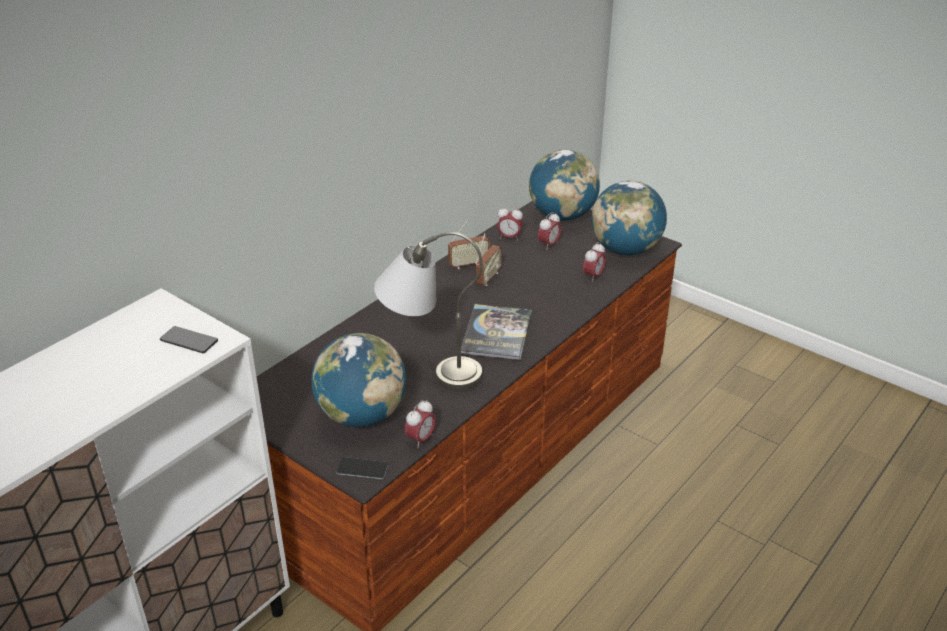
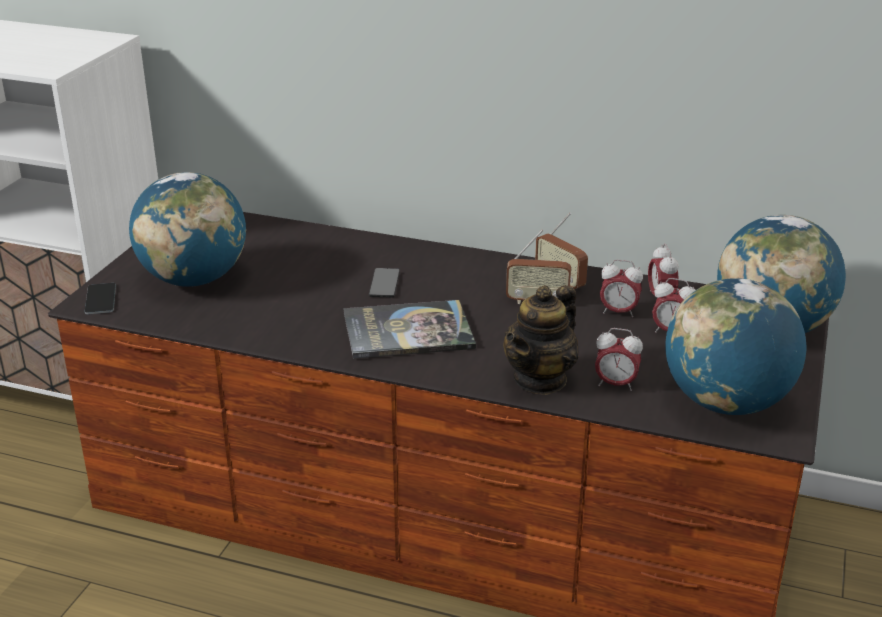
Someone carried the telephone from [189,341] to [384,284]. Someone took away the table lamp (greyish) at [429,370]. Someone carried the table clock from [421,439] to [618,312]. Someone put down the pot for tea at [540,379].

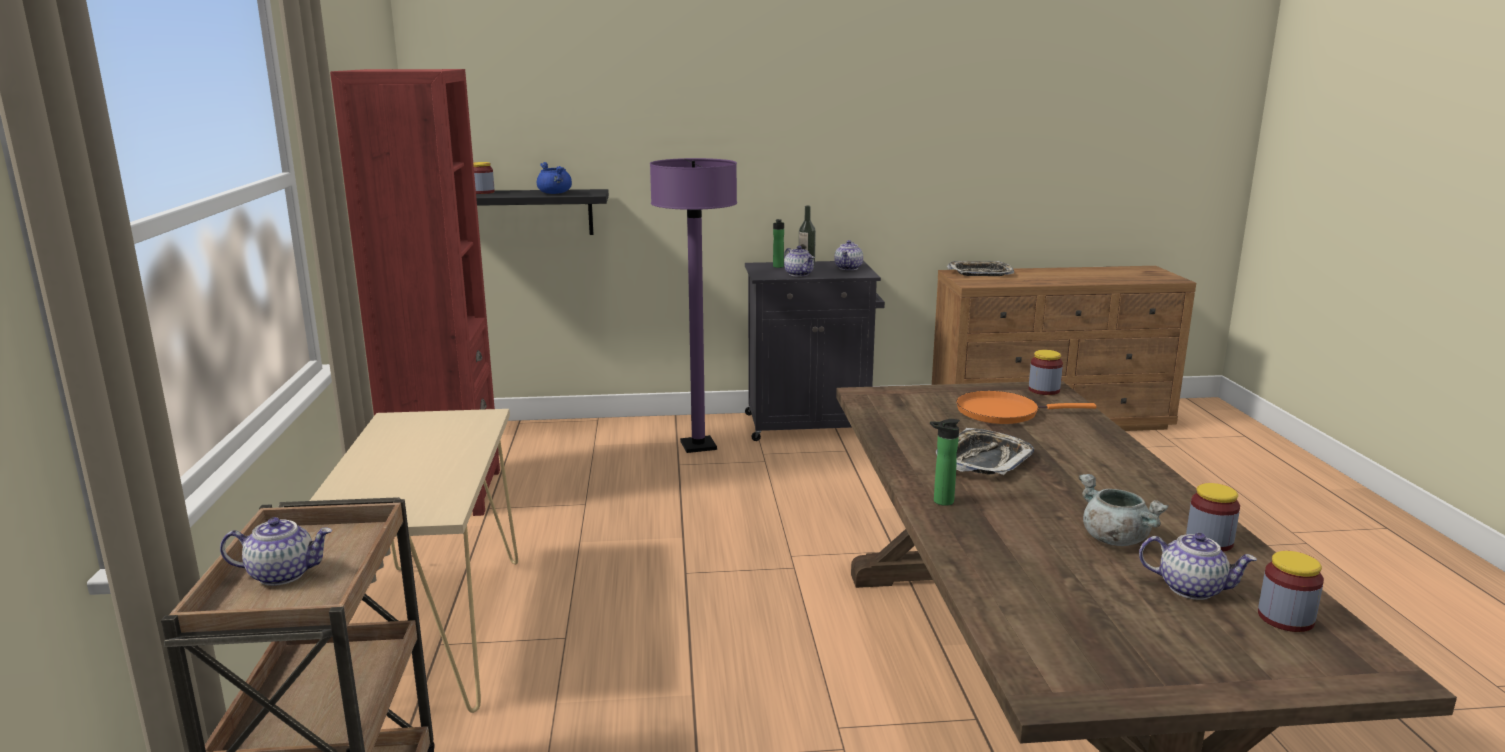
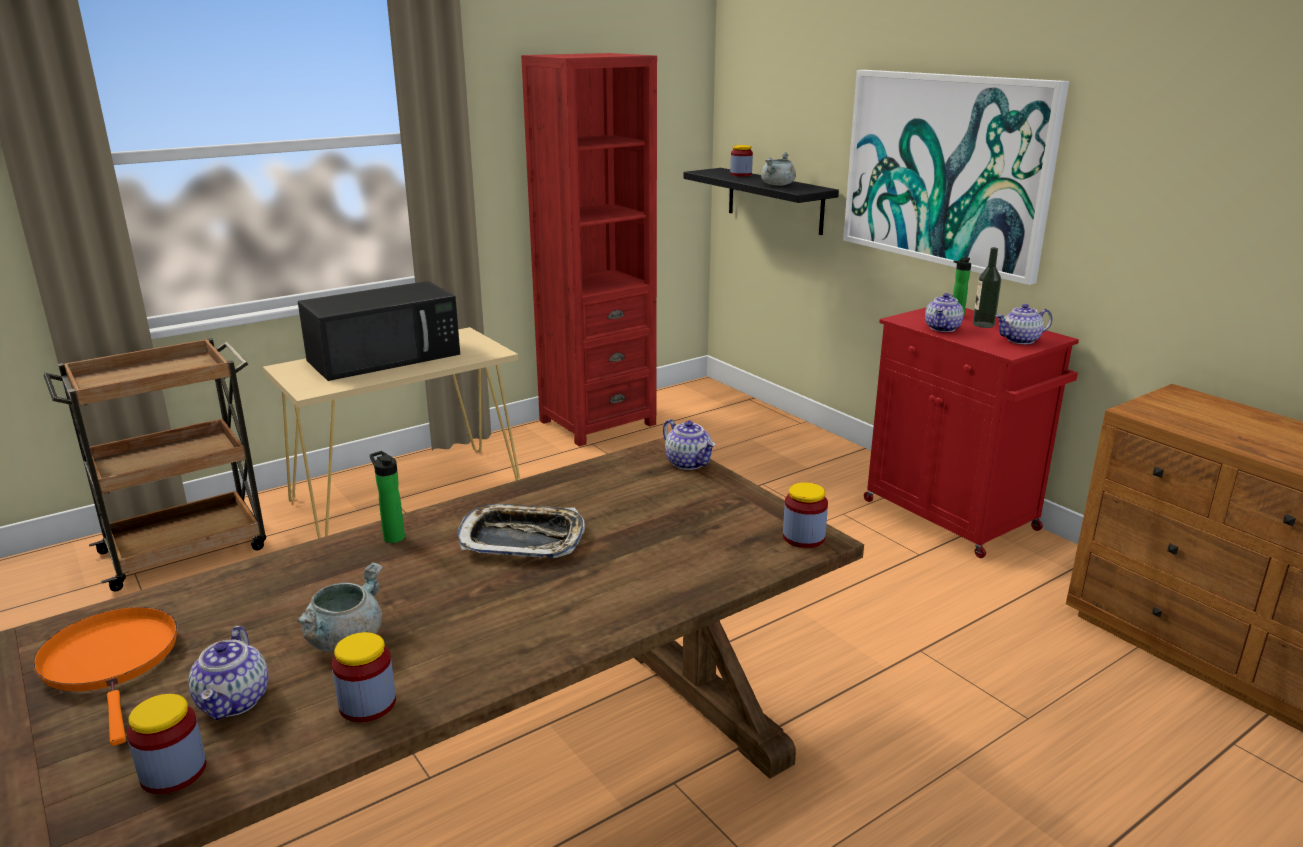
Someone carried the pot for tea from [283,574] to [689,463]. Someone repainted the cooking pot (blue) at [555,193], which became the cooking pot (greyish) at [777,185]. Someone took away the standing lamp (purplish) at [698,446]. Someone repainted the cupboard (black-coloured) at [810,425], which became the cupboard (reddish) at [953,516]. Someone took away the serving tray at [980,273]. Someone carried the skillet (orangey) from [1002,412] to [112,662]. Someone put down the kitchen microwave (black-coloured) at [386,357]. Someone put up the picture at [945,170].

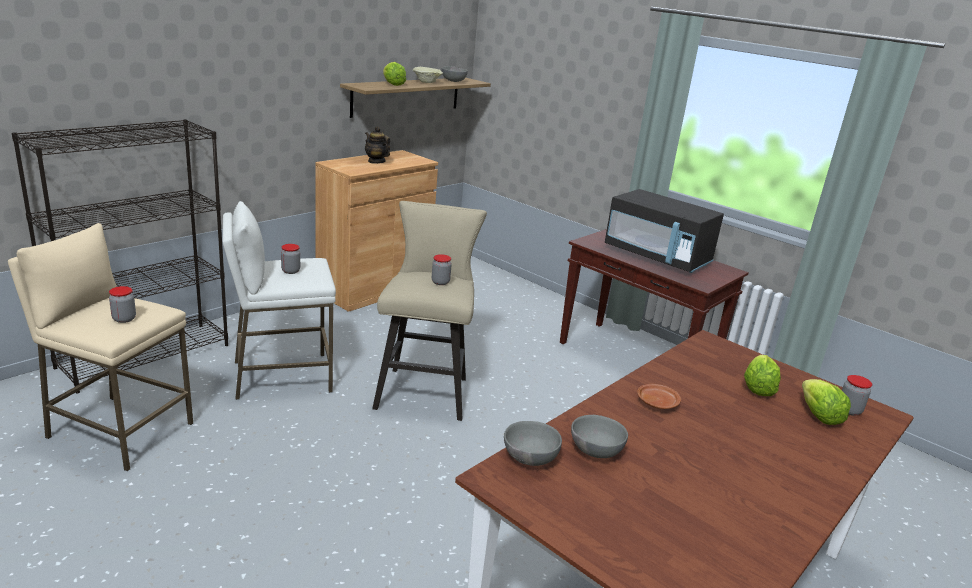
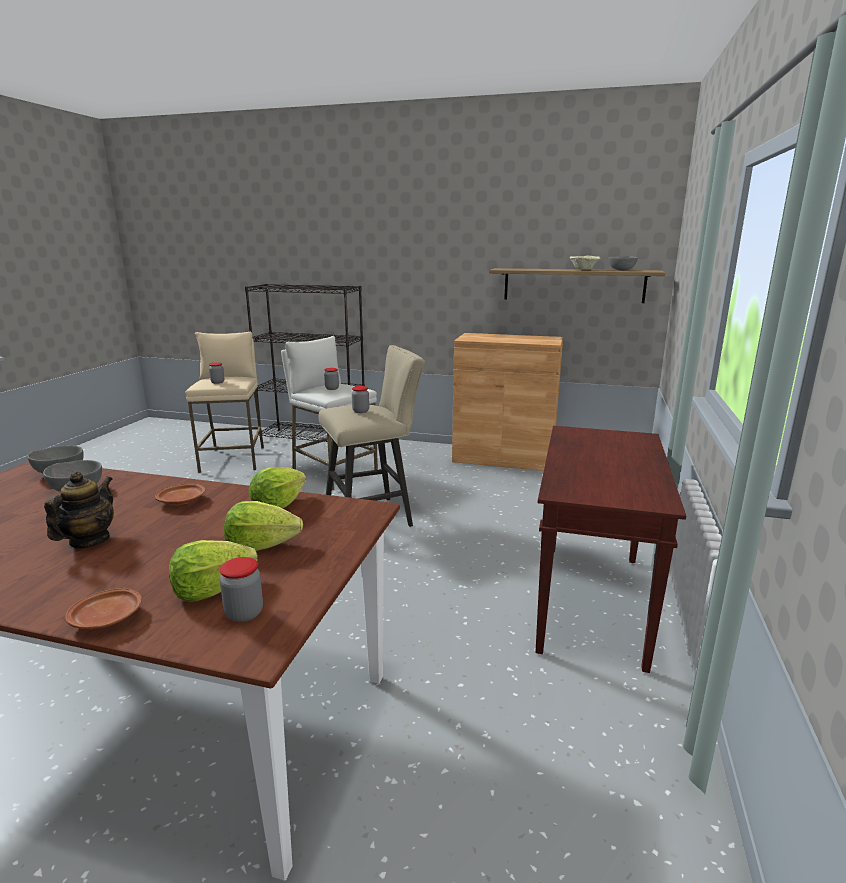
Someone carried the pot for tea from [376,161] to [88,541]. Someone carried the lettuce from [392,84] to [278,505]. Someone took away the kitchen microwave (black-coloured) at [657,257]. Someone put down the flat dish (brown-coloured) at [108,618].

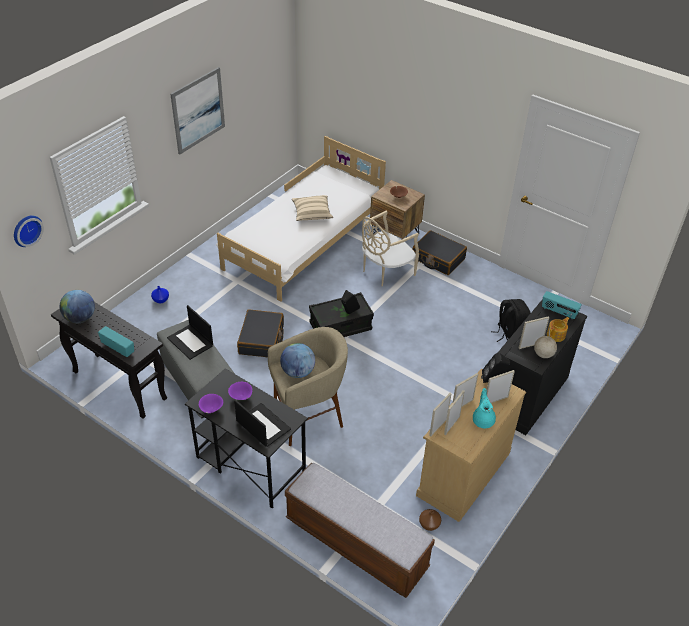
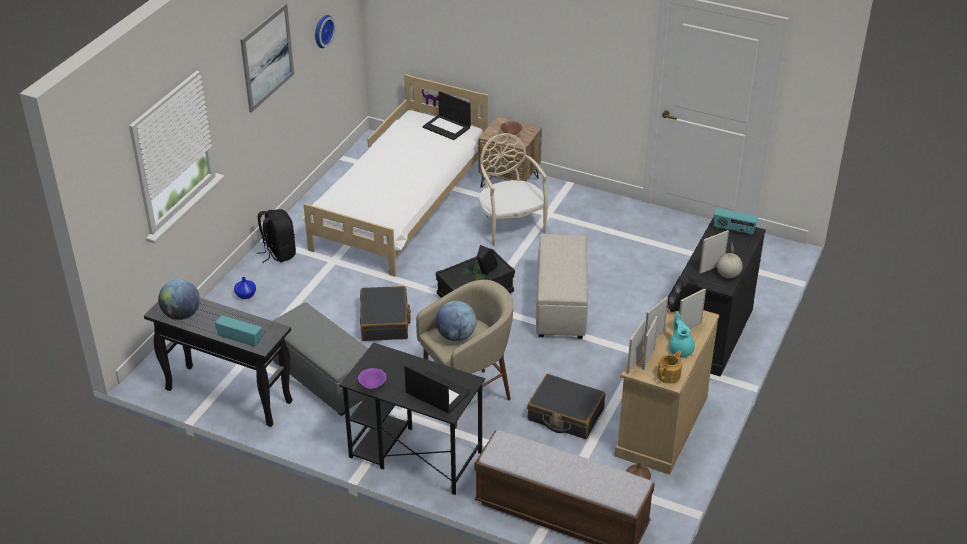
Someone carried the wall clock from [26,230] to [322,30]. Someone carried the notebook computer from [191,342] to [447,127]. Someone took away the serving bowl (purplish) at [241,397]. Someone took away the cushion (beige) at [312,214]. Someone rotated the plain chair (beige) at [385,271] by 120 degrees clockwise. Someone carried the travel case (black-coloured) from [438,258] to [565,414]. Someone carried the rucksack (black-coloured) from [509,334] to [278,253]. Someone carried the pot for tea from [556,335] to [669,375]. Someone put down the footrest (beige) at [561,305].

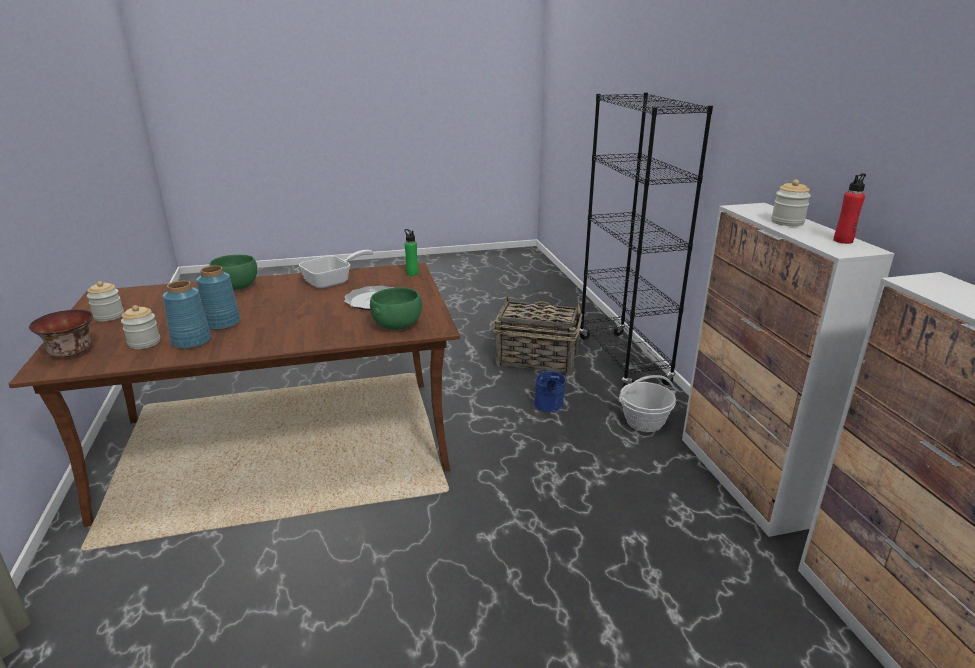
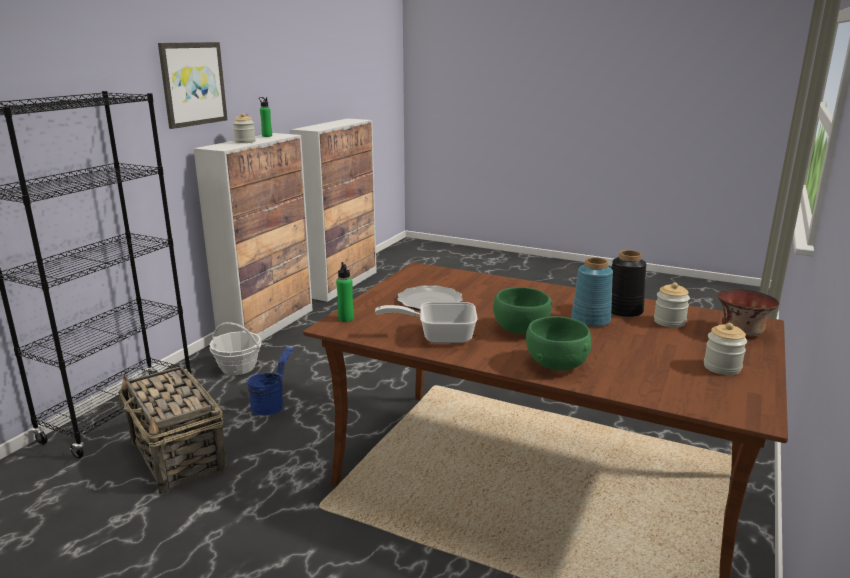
Someone repainted the decorative vase (blue) at [190,341], which became the decorative vase (black-coloured) at [624,311]. Someone carried the serving bowl (green-coloured) from [398,325] to [520,329]. Someone repainted the drink bottle (reddish) at [843,241], which became the drink bottle (green-coloured) at [267,136]. Someone put up the picture at [193,84].

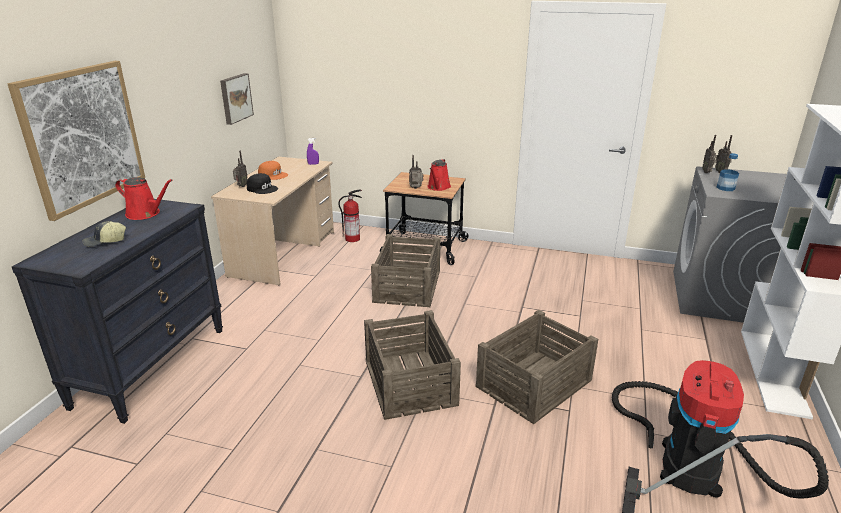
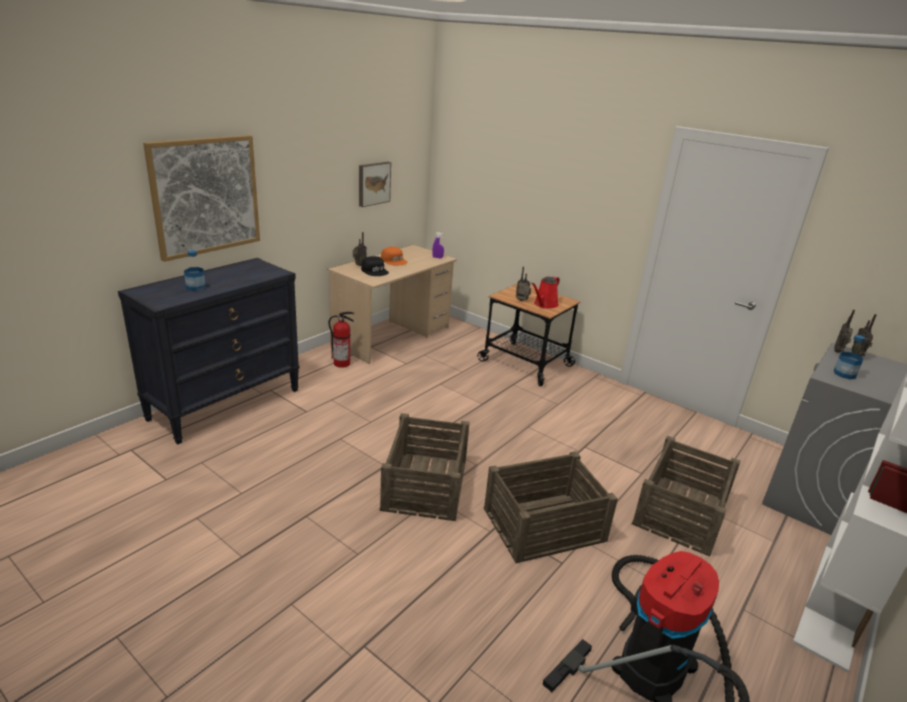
Someone swapped the cap at [105,242] for the drink bottle at [196,287]. Someone took away the watering pot (reddish) at [145,214]. Someone carried the fire-fighting cylinder from [353,239] to [342,363]. Someone carried the crate from [408,286] to [681,512].

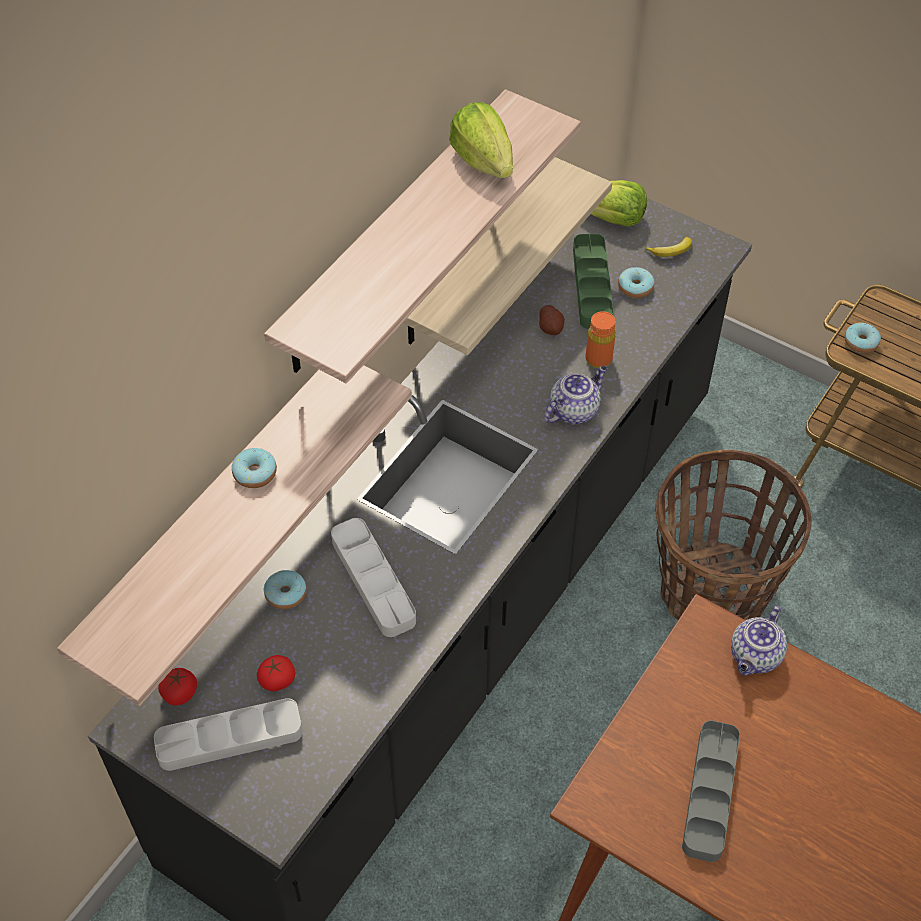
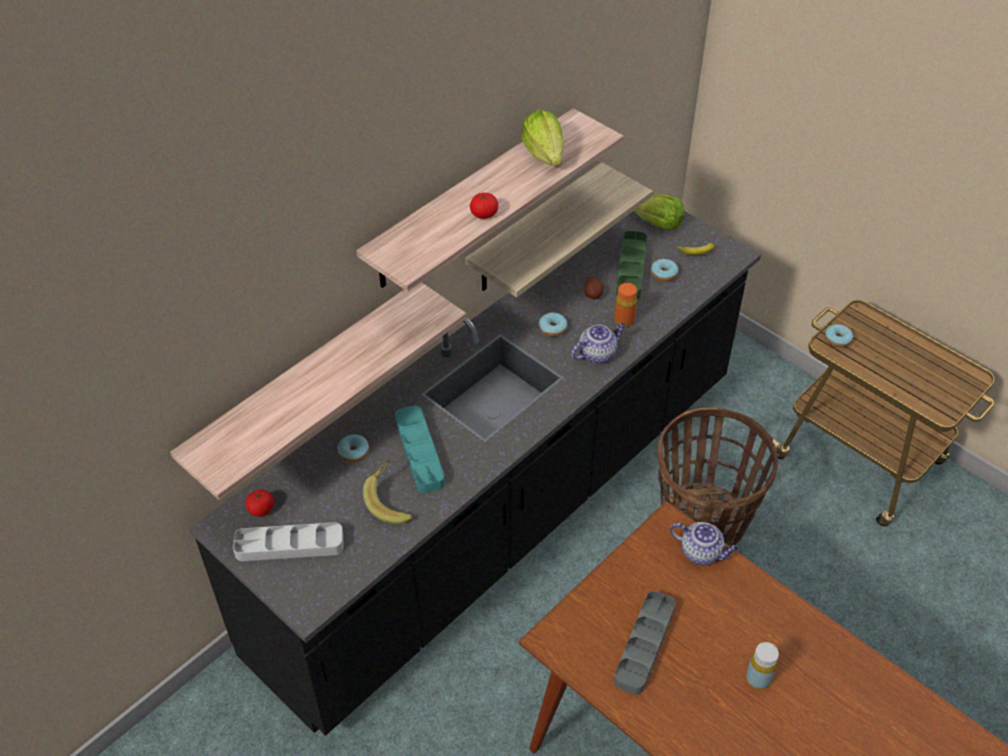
Someone carried the doughnut from [255,473] to [552,328]. Someone carried the fresh tomato from [277,680] to [484,214]. Someone repainted the serving tray (greyish) at [373,581], which became the serving tray (turquoise-coloured) at [419,452]. Someone rotated the pot for tea at [755,657] by 105 degrees counterclockwise. Someone put down the whole banana at [391,501]. Someone put down the drink bottle (yellowish) at [758,678].

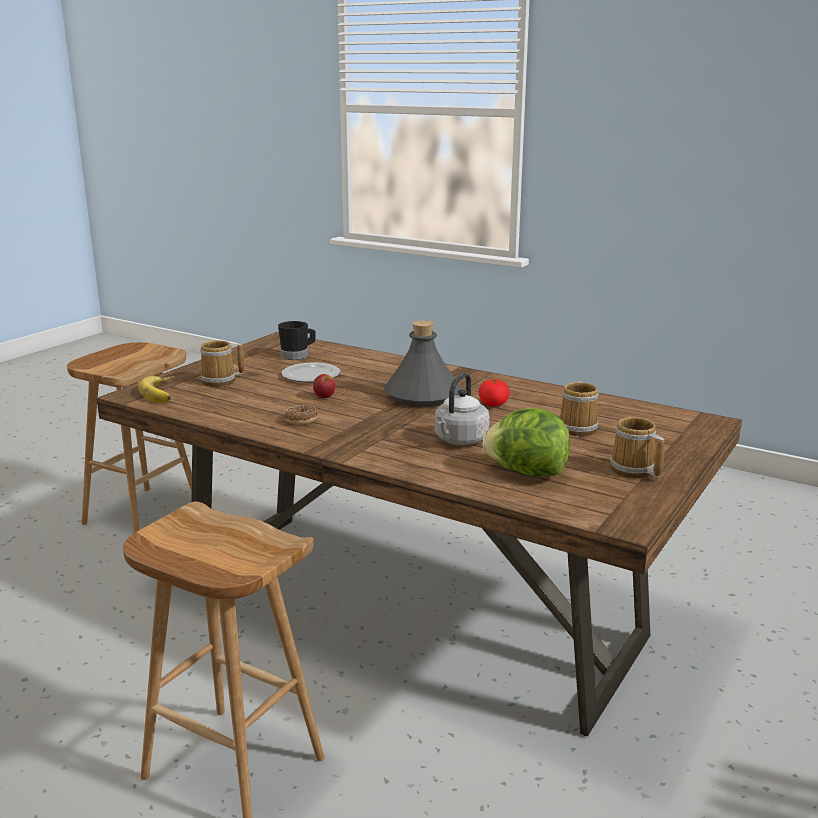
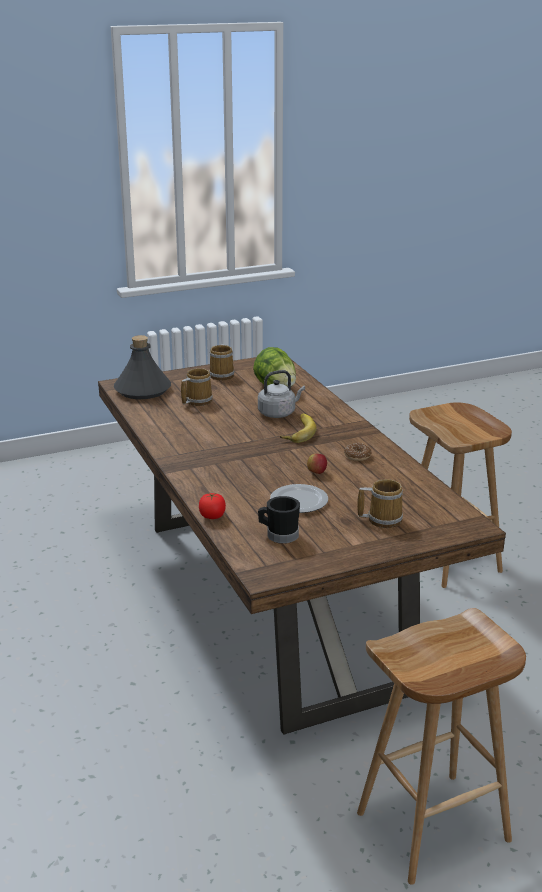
Someone carried the whole banana from [164,393] to [297,432]. Someone carried the drink bottle (greyish) from [422,396] to [143,390]. Someone carried the fresh tomato from [493,404] to [212,516].

